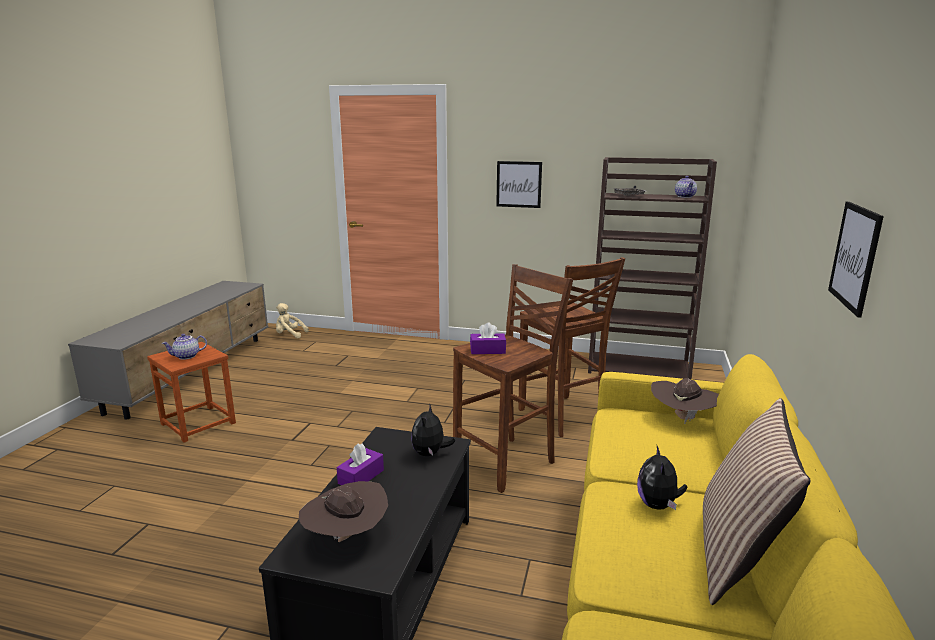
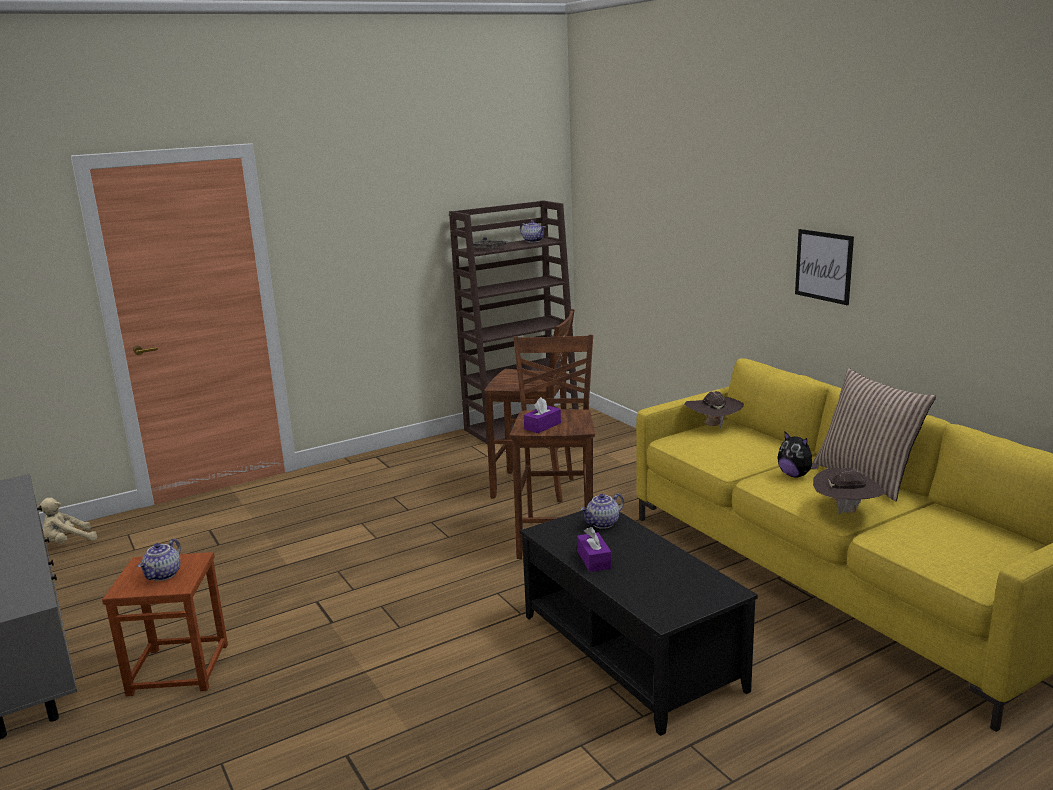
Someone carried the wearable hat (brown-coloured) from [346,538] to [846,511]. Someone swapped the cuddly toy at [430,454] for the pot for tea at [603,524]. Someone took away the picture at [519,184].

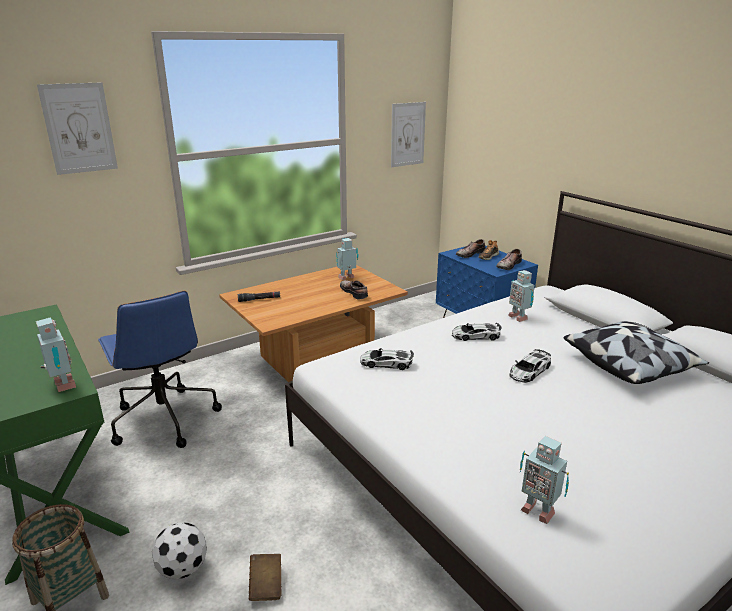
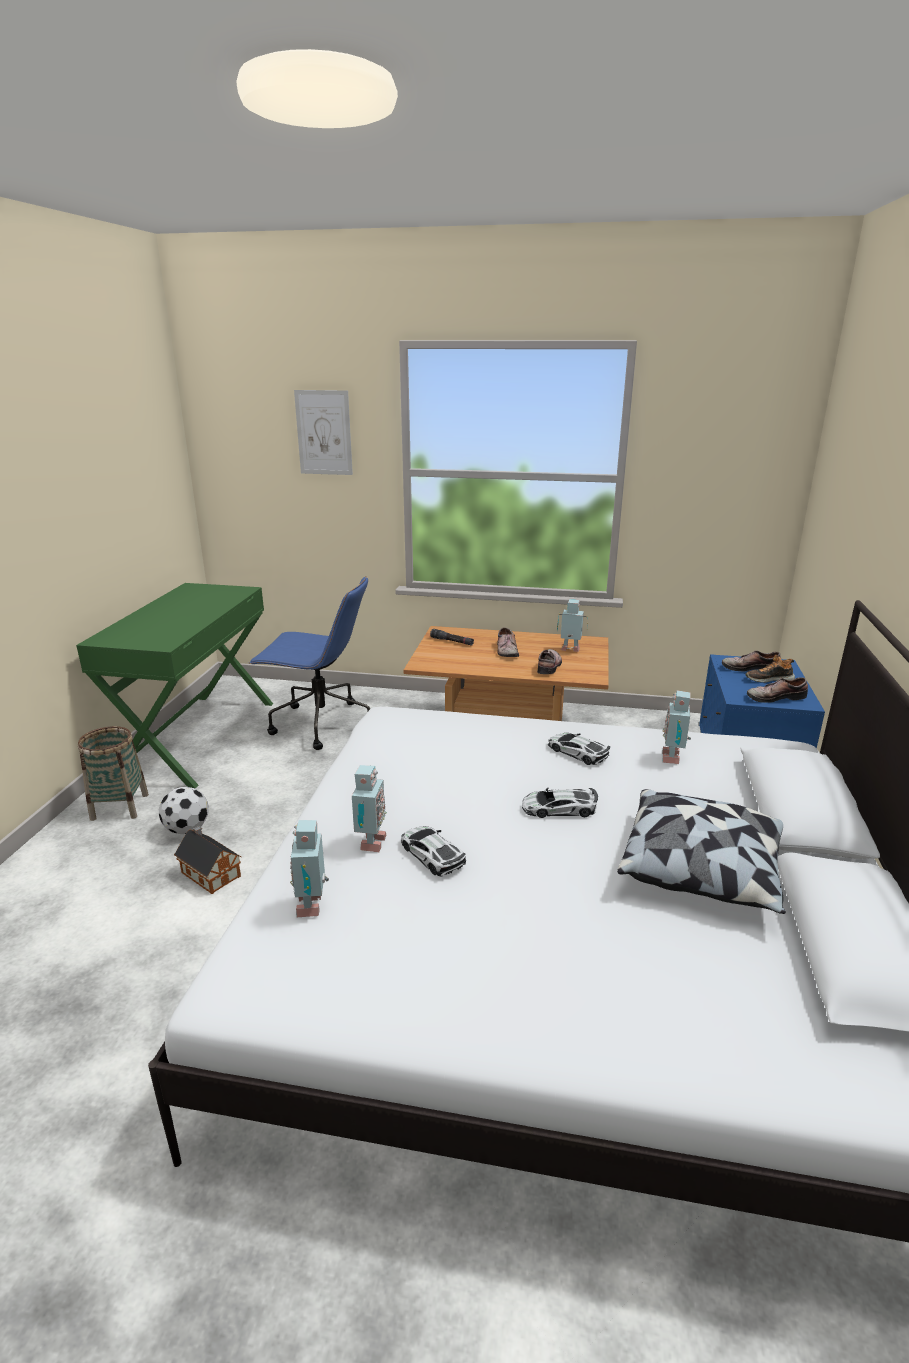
Someone carried the robot figure from [62,386] to [370,843]. Someone rotated the desk chair (blue) at [164,419] by 90 degrees counterclockwise. Someone swapped the book (brown-coloured) at [266,585] for the model house at [210,873]. Someone carried the miniature car from [386,363] to [431,854]. Someone took away the picture at [407,134]. Someone put down the low shoe at [506,650].

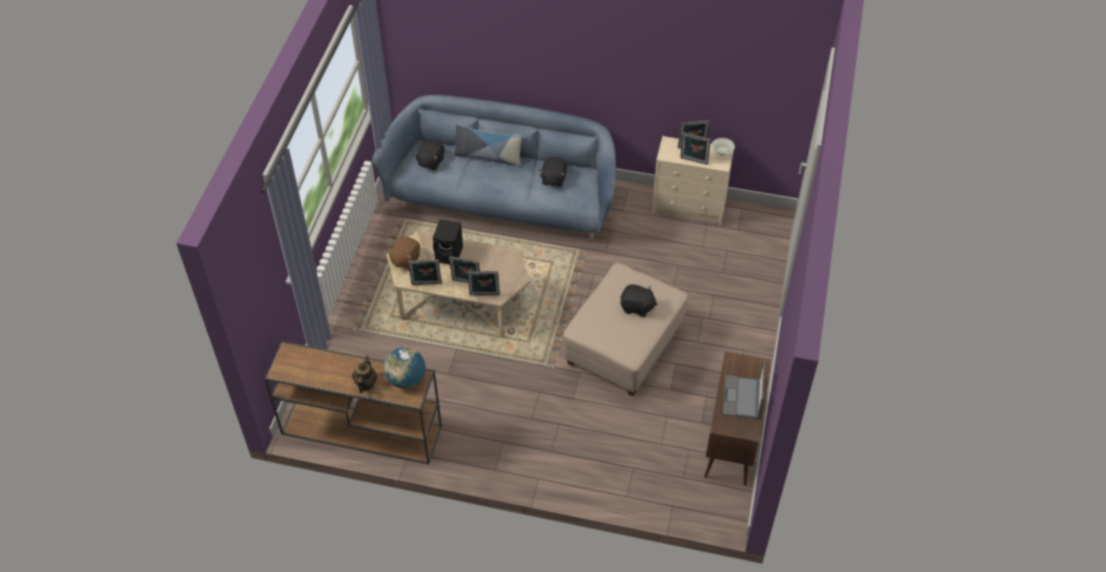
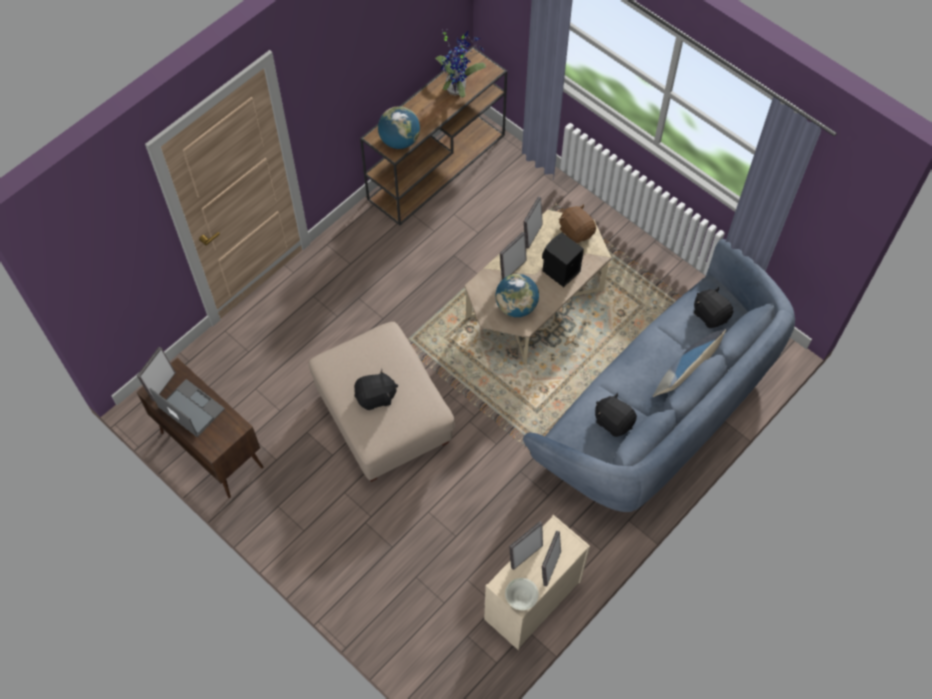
Someone took away the pot for tea at [365,384]. Someone carried the picture frame from [484,295] to [161,385]. Someone rotated the cuddly toy (black-coloured) at [637,307] by 150 degrees counterclockwise. Someone put down the plant in a pot at [457,87]. Someone put down the globe at [516,306].

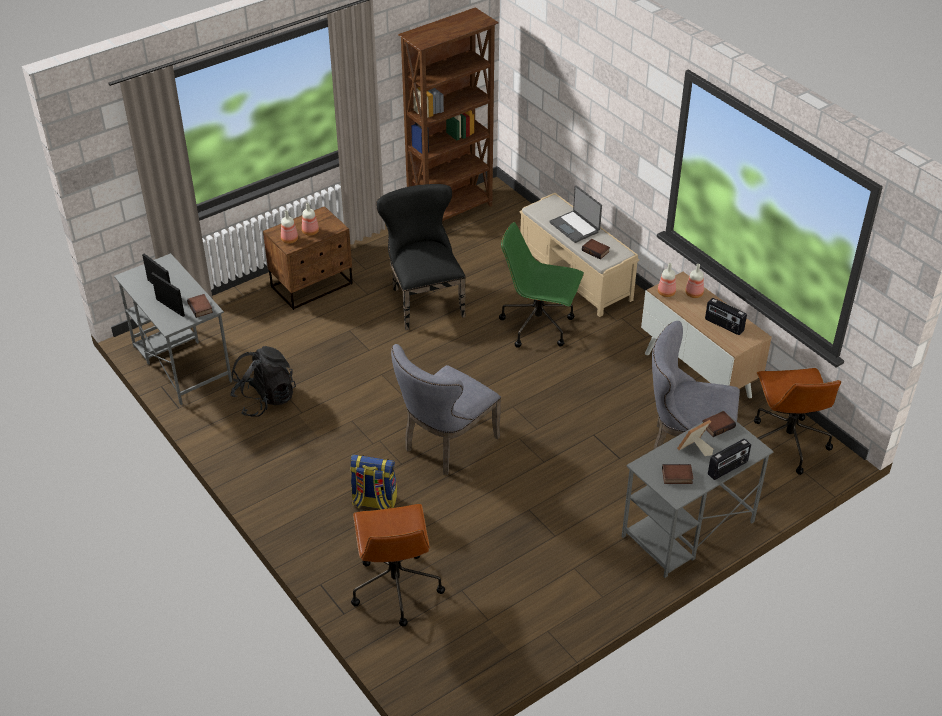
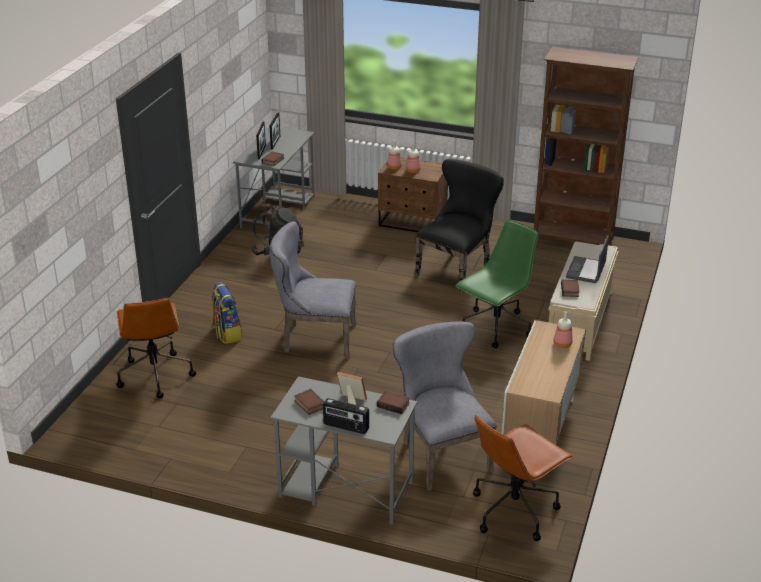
Someone rotated the desk chair (brown-coloured) at [395,587] by 60 degrees counterclockwise. Someone rotated the desk chair (green-coloured) at [538,326] by 60 degrees clockwise. Someone took away the drink bottle at [666,292]. Someone took away the radio at [723,325].

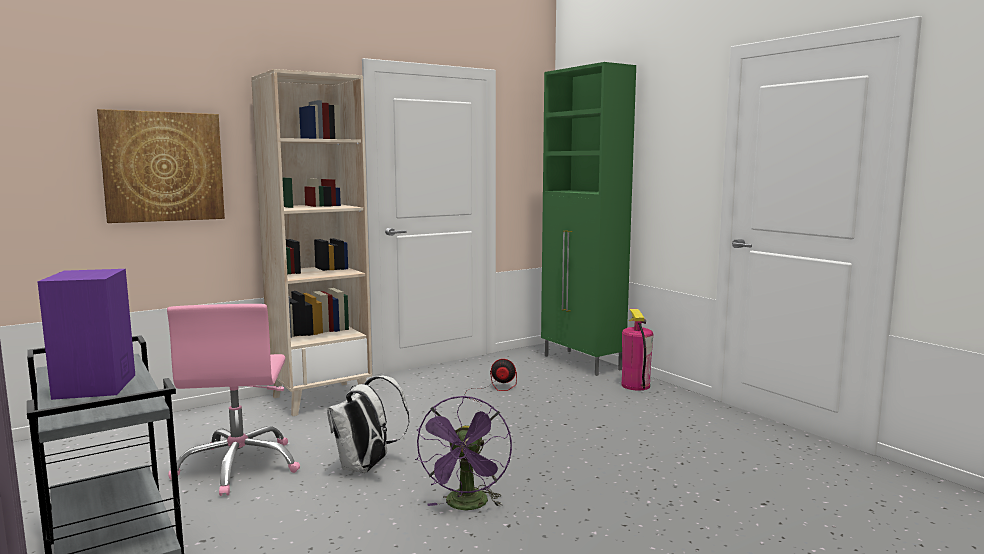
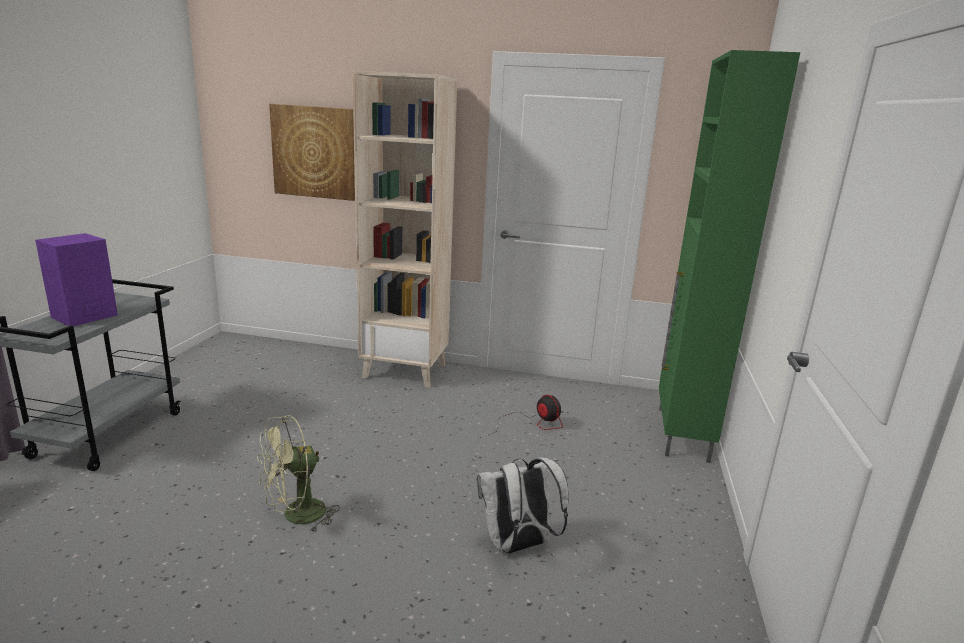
Someone took away the desk chair (pink) at [239,466]. Someone carried the rucksack (white) from [366,467] to [517,546]. Someone repainted the fan (purplish) at [467,506], which became the fan (green-coloured) at [296,516]. Someone took away the fire-fighting cylinder at [635,385].

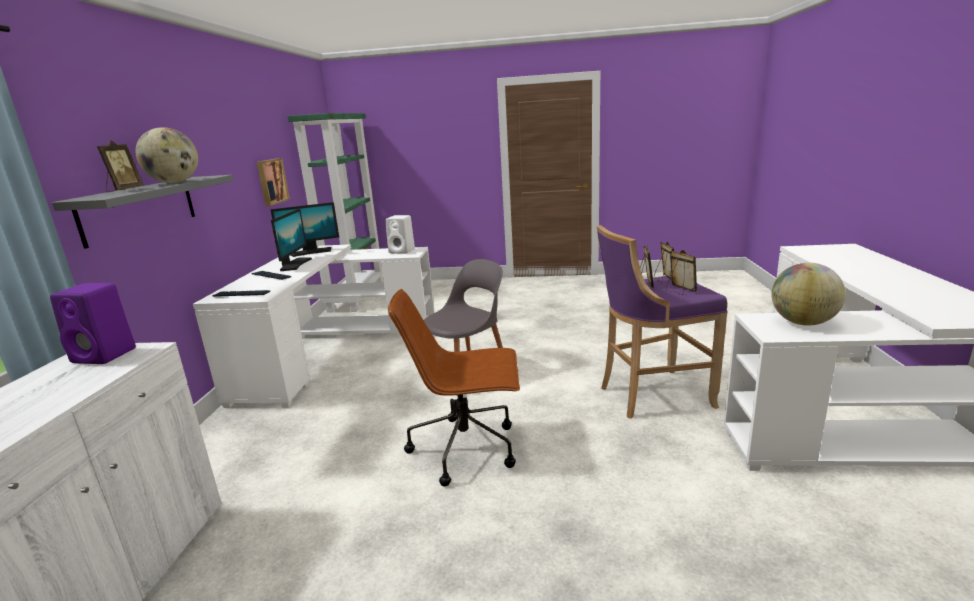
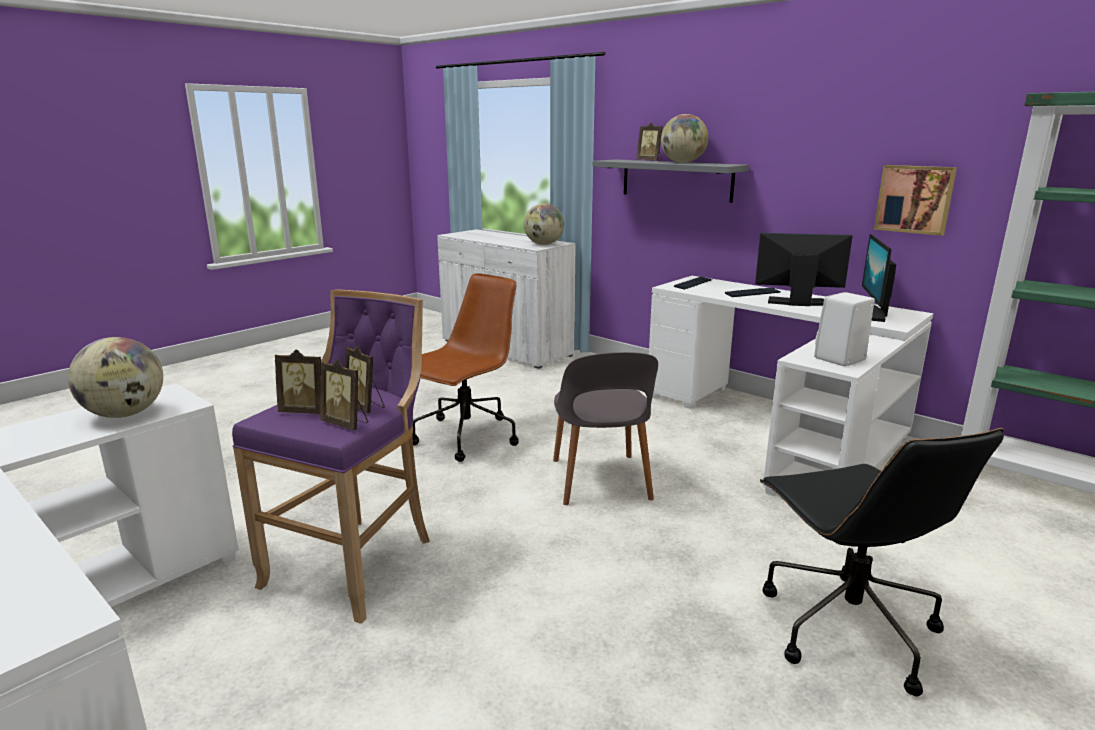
Someone swapped the loudspeaker (purplish) at [106,355] for the globe at [543,244]. Someone rotated the monitor at [294,264] by 150 degrees clockwise. Someone put down the desk chair (black-coloured) at [846,627].

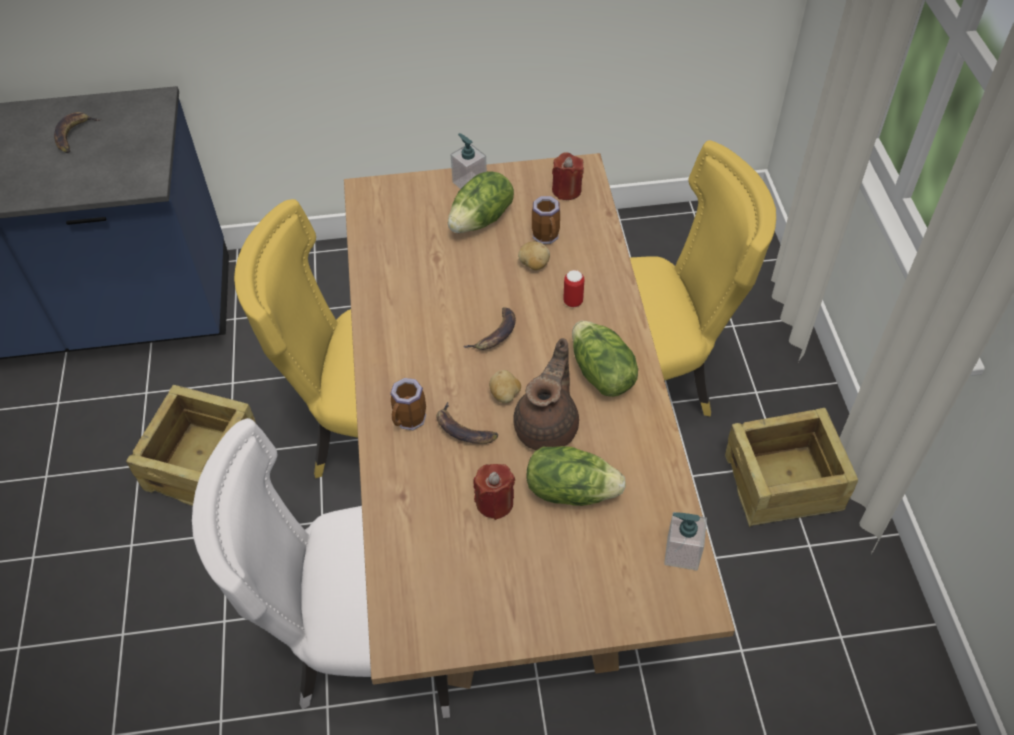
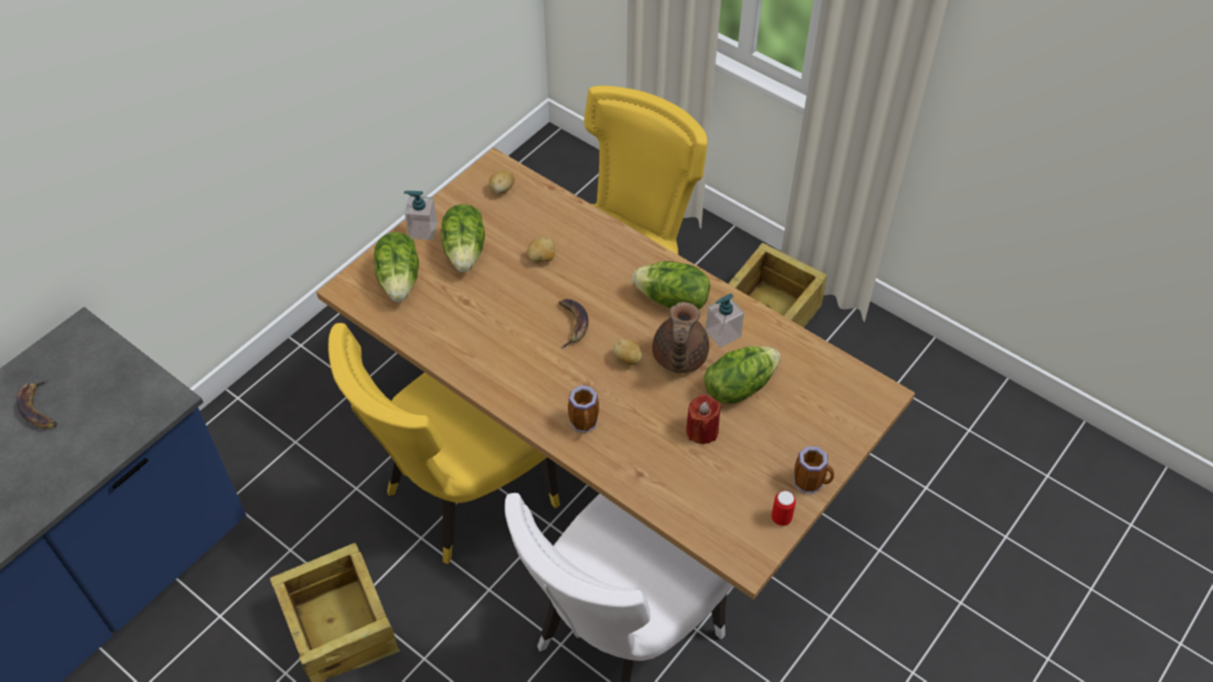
Someone took away the whole banana at [463,430]. Someone rotated the pot for tea (brown-coloured) at [548,426] by 150 degrees counterclockwise. Someone carried the coffee mug from [547,237] to [811,482]. Someone swapped the wax candle (reddish) at [566,190] for the potato at [502,190]. Someone carried the metal can from [573,301] to [781,518]. Someone carried the liquid soap bottle from [682,553] to [722,334]. Someone put down the lettuce at [400,280].

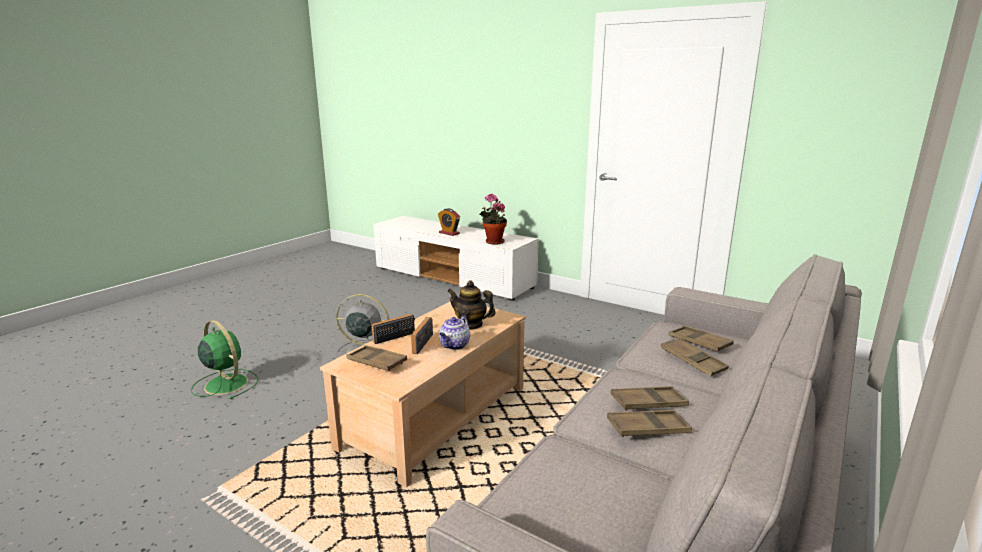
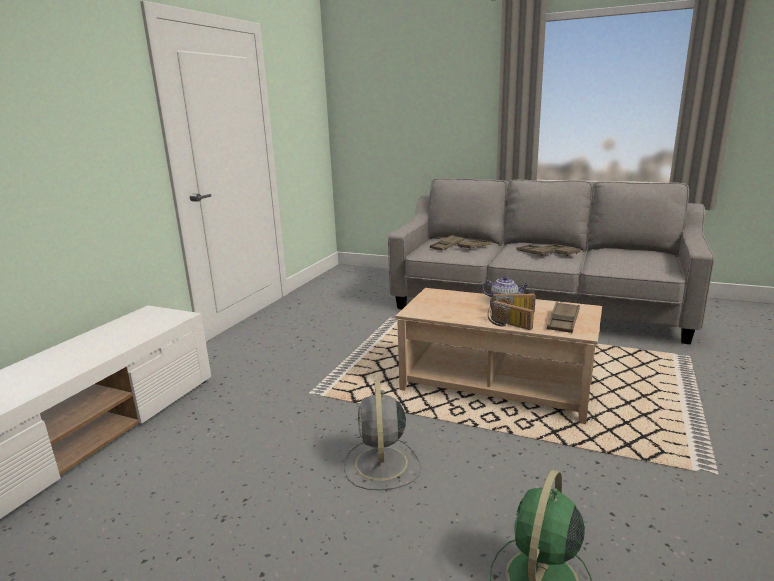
Someone took away the table clock at [449,233]. Someone took away the pot for tea at [471,325]. Someone took away the plant in a pot at [493,242].

